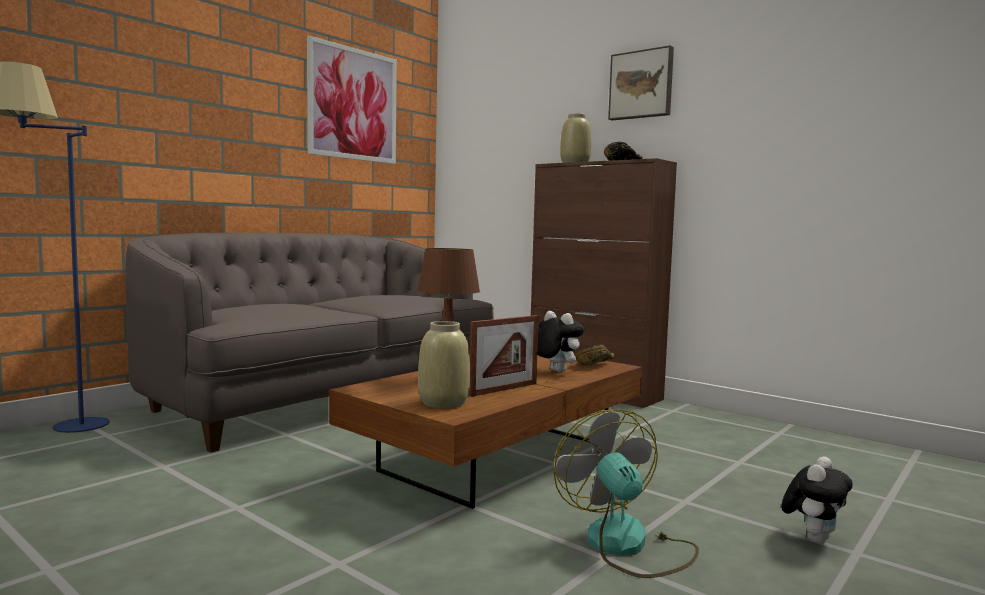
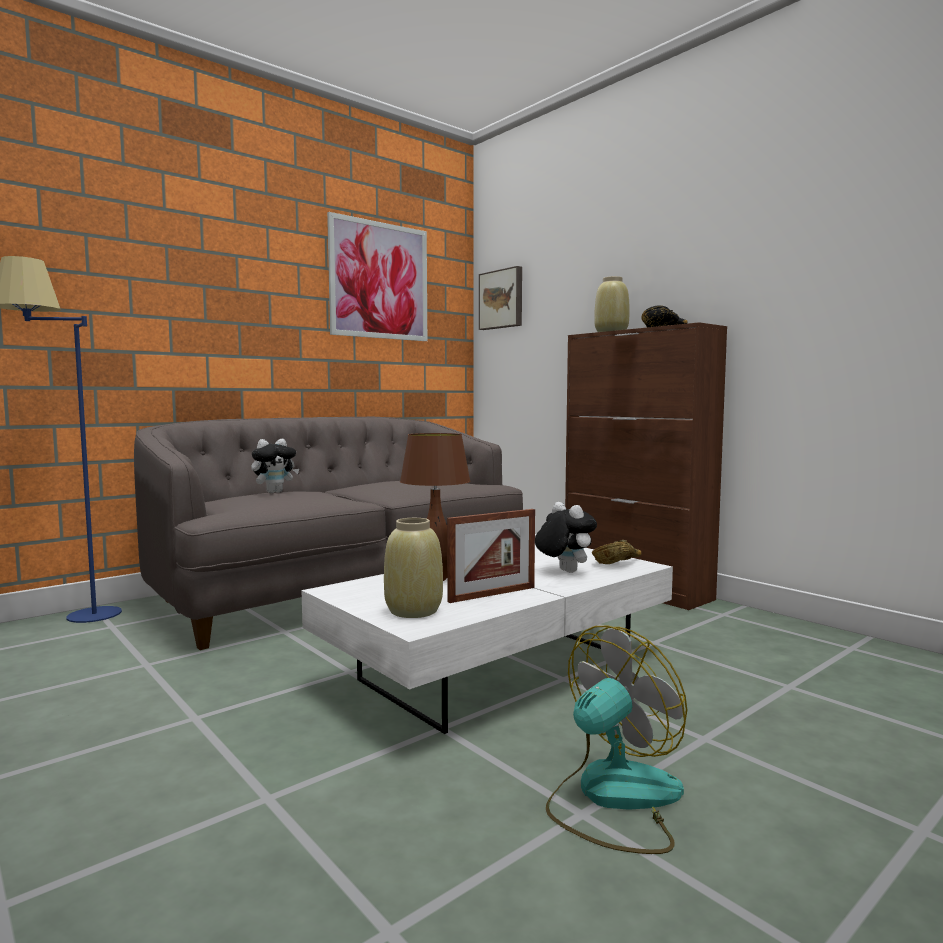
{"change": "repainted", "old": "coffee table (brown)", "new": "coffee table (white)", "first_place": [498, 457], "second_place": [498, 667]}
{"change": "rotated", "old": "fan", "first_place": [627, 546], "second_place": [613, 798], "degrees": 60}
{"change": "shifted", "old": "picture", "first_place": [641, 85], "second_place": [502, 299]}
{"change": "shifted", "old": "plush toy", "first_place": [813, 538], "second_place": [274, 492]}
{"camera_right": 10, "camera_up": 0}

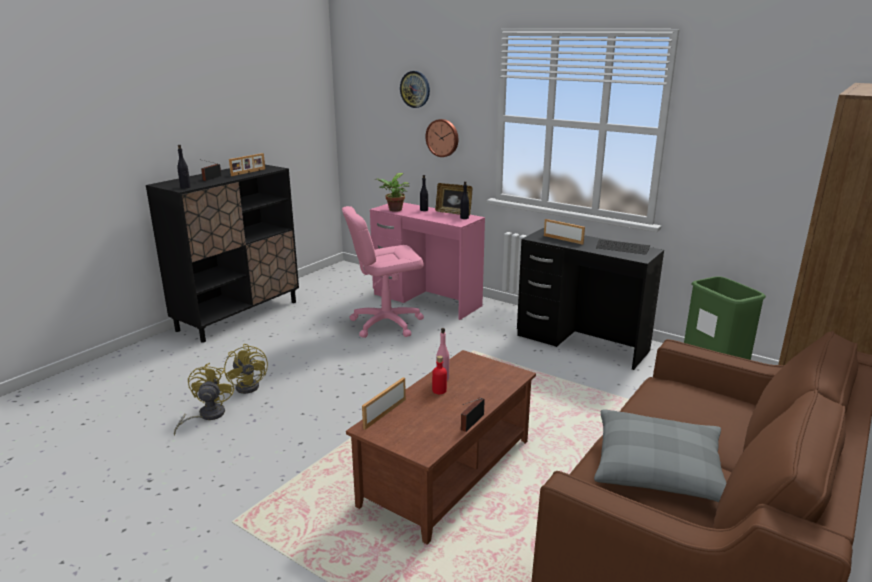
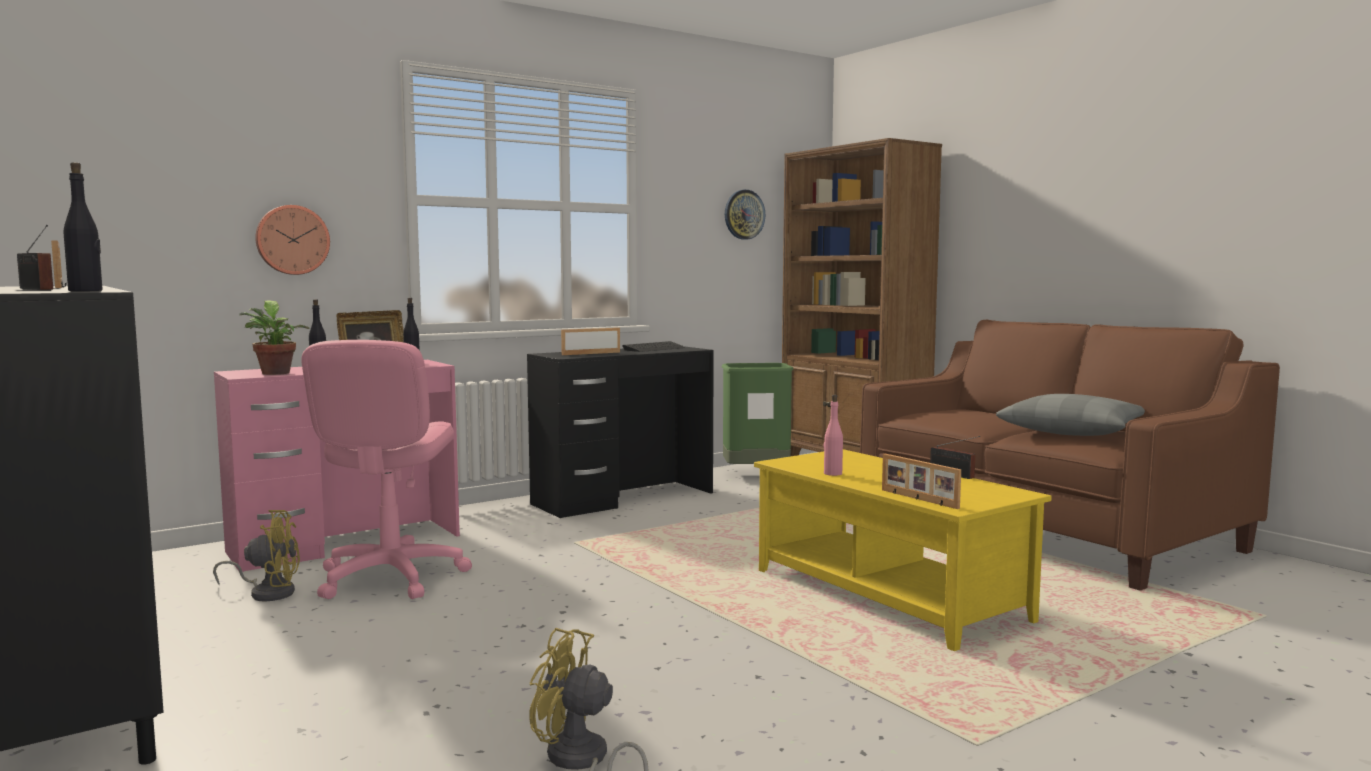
{"change": "shifted", "old": "fan (yellow)", "first_place": [250, 385], "second_place": [268, 592]}
{"change": "repainted", "old": "coffee table (brown)", "new": "coffee table (yellow)", "first_place": [448, 473], "second_place": [889, 595]}
{"change": "shifted", "old": "wall clock", "first_place": [415, 89], "second_place": [744, 214]}
{"change": "gone", "old": "bottle (red)", "first_place": [439, 390]}
{"camera_right": -70, "camera_up": -15}

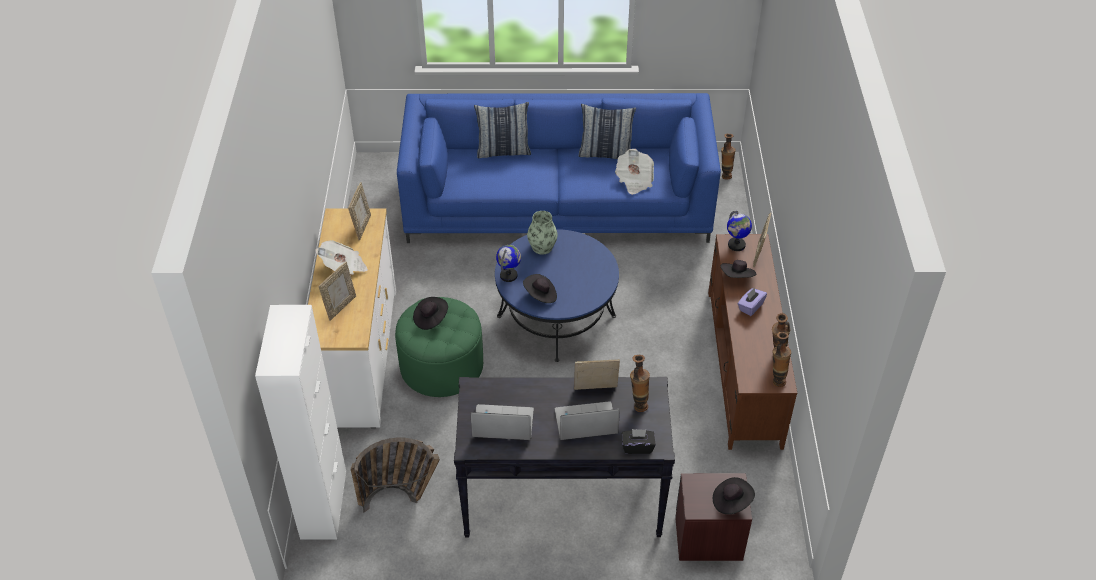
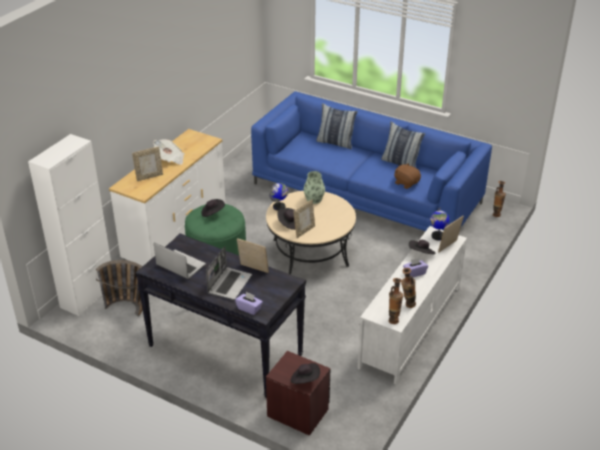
{"change": "shifted", "old": "picture frame", "first_place": [362, 227], "second_place": [304, 231]}
{"change": "repainted", "old": "coffee table (blue)", "new": "coffee table (beige)", "first_place": [556, 316], "second_place": [310, 252]}
{"change": "rotated", "old": "laptop", "first_place": [585, 423], "second_place": [229, 284], "degrees": 90}
{"change": "swapped", "old": "newspaper", "new": "plush toy (brown)", "first_place": [634, 180], "second_place": [406, 183]}
{"change": "repainted", "old": "tissue box (black)", "new": "tissue box (purple)", "first_place": [637, 447], "second_place": [249, 308]}
{"change": "gone", "old": "vase", "first_place": [638, 404]}
{"change": "repainted", "old": "tv stand (brown)", "new": "tv stand (white)", "first_place": [743, 367], "second_place": [410, 326]}
{"camera_right": 30, "camera_up": -10}

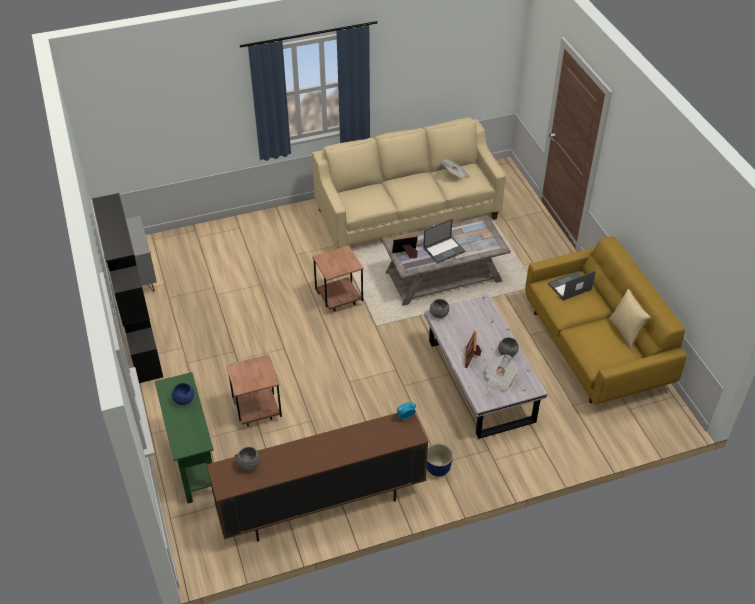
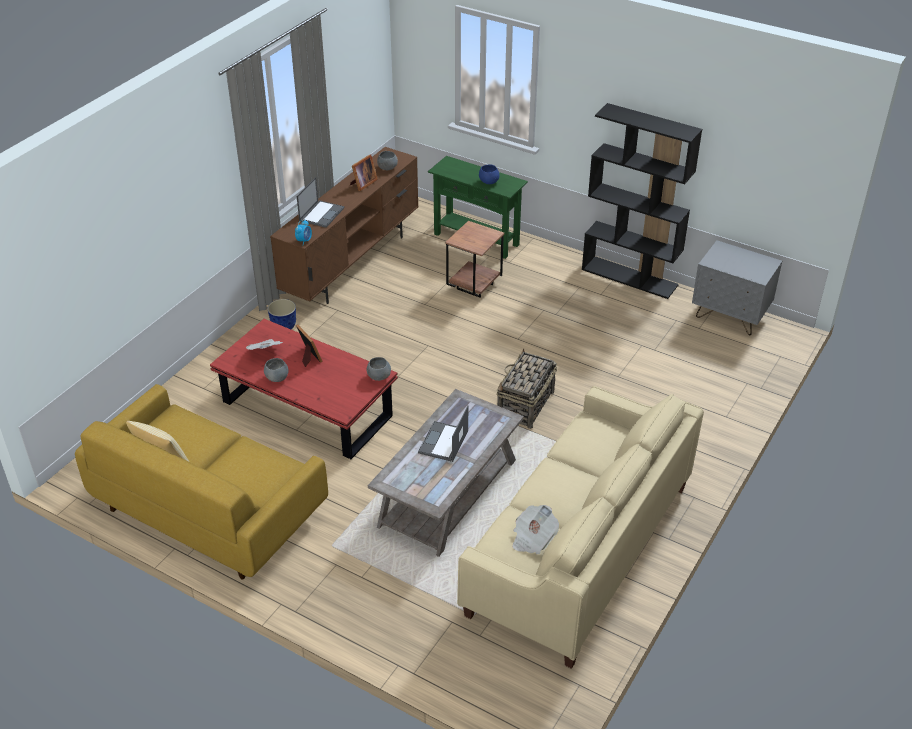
{"change": "swapped", "old": "side table (brown)", "new": "basket", "first_place": [339, 300], "second_place": [525, 405]}
{"change": "shifted", "old": "picture frame", "first_place": [406, 254], "second_place": [362, 184]}
{"change": "repainted", "old": "coffee table (white)", "new": "coffee table (red)", "first_place": [480, 381], "second_place": [307, 409]}
{"change": "shifted", "old": "laptop", "first_place": [569, 287], "second_place": [321, 214]}
{"camera_right": 140, "camera_up": -5}

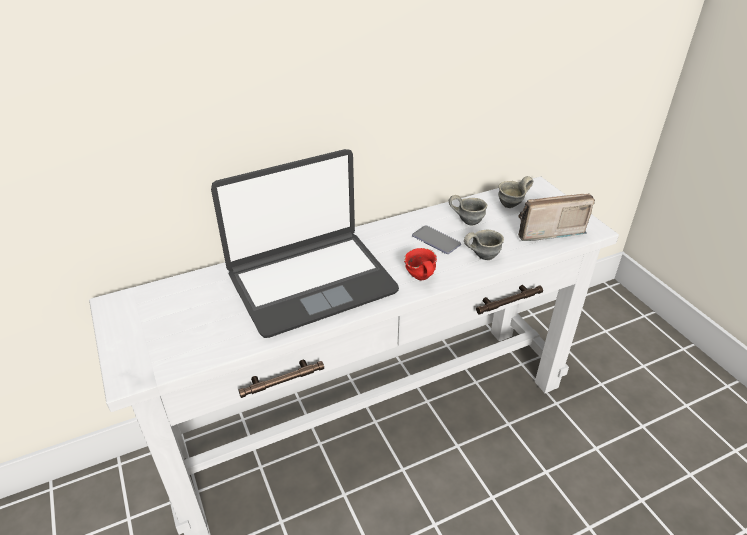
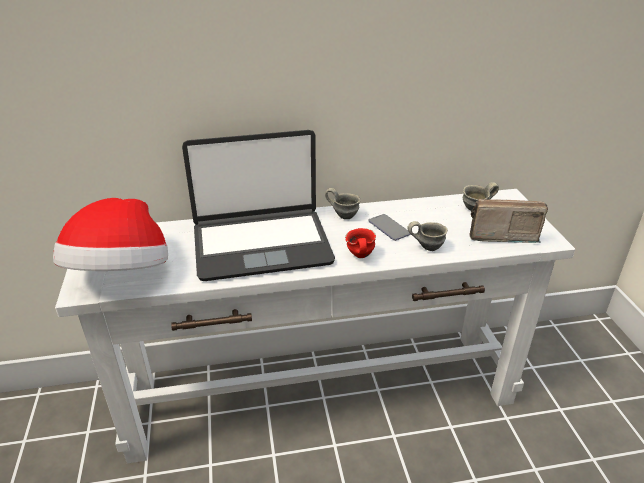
{"change": "shifted", "old": "mug (grey)", "first_place": [467, 221], "second_place": [343, 215]}
{"change": "new", "new": "hat", "second_place": [121, 275]}
{"camera_right": 15, "camera_up": -5}

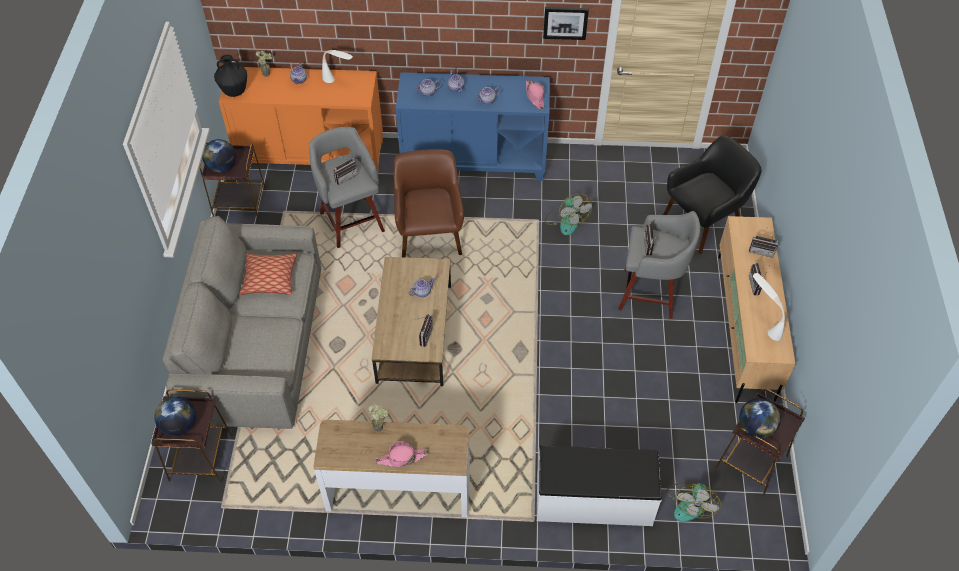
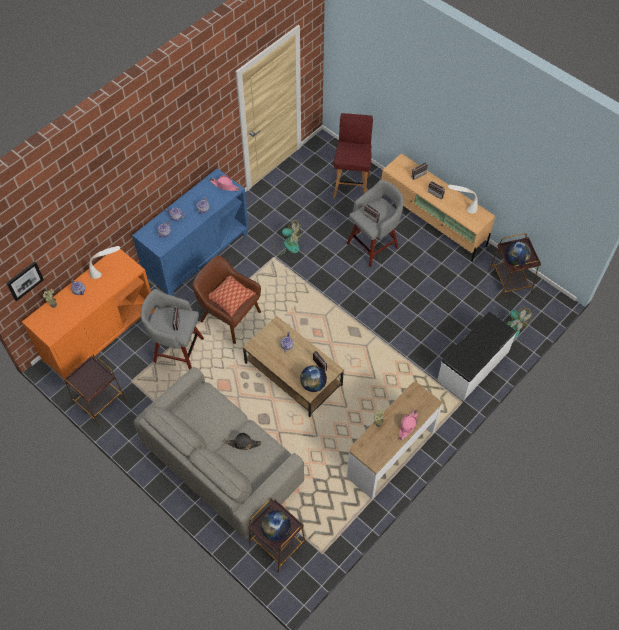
{"change": "shifted", "old": "globe", "first_place": [222, 167], "second_place": [313, 384]}
{"change": "gone", "old": "vase (black)", "first_place": [235, 92]}
{"change": "shifted", "old": "pillow", "first_place": [269, 279], "second_place": [231, 298]}
{"change": "shifted", "old": "picture", "first_place": [565, 22], "second_place": [24, 280]}
{"change": "swapped", "old": "armchair (black)", "new": "stool (red)", "first_place": [703, 222], "second_place": [351, 185]}
{"change": "new", "new": "hat (black)", "second_place": [243, 444]}
{"camera_right": -50, "camera_up": 5}

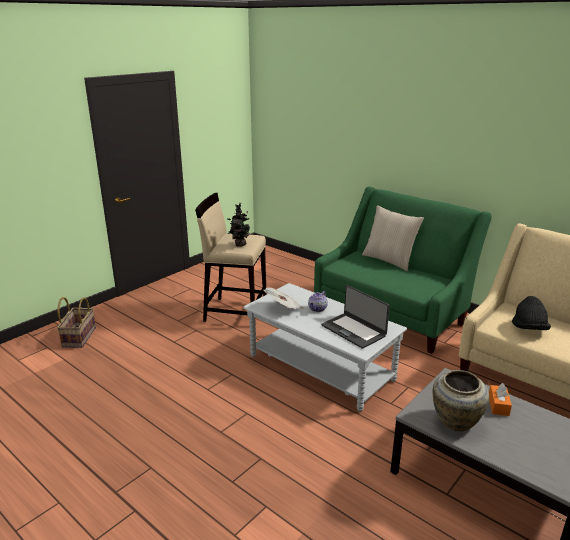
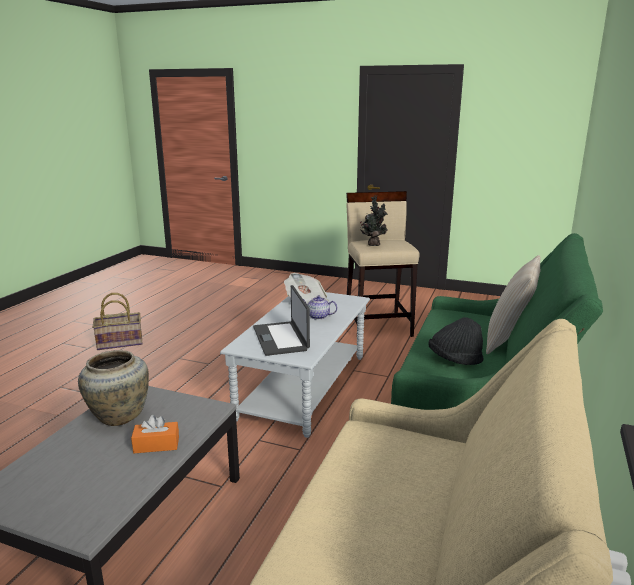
{"change": "shifted", "old": "basket", "first_place": [78, 337], "second_place": [120, 342]}
{"change": "rotated", "old": "laptop", "first_place": [354, 330], "second_place": [281, 338], "degrees": -45}
{"change": "shifted", "old": "hat (black)", "first_place": [528, 329], "second_place": [454, 360]}
{"camera_right": 70, "camera_up": -5}

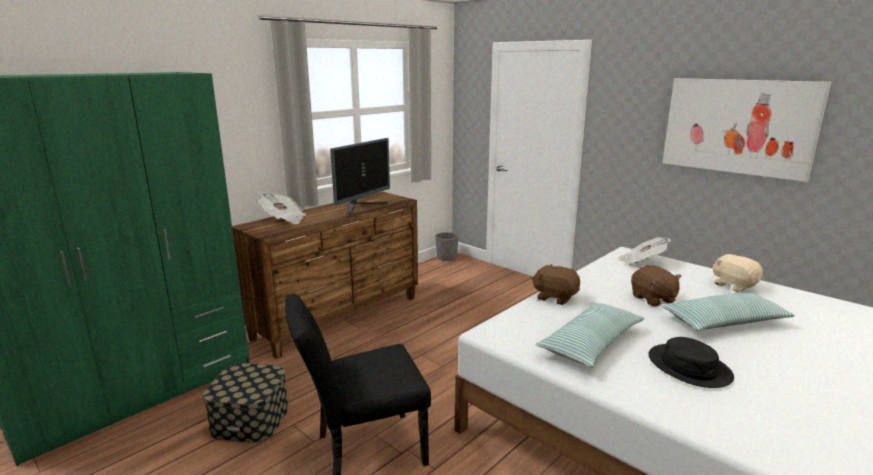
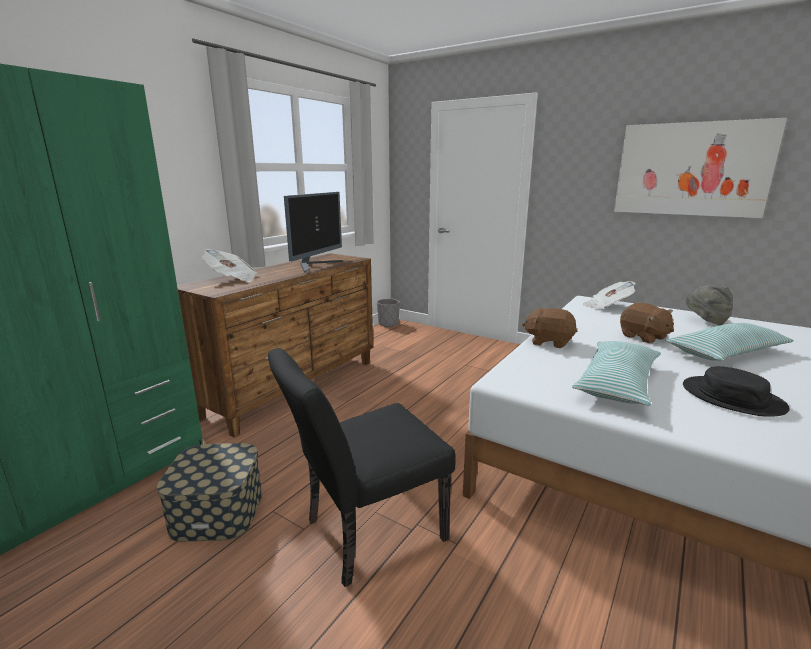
{"change": "swapped", "old": "plush toy (beige)", "new": "hat (grey)", "first_place": [734, 285], "second_place": [705, 321]}
{"camera_right": -10, "camera_up": 0}

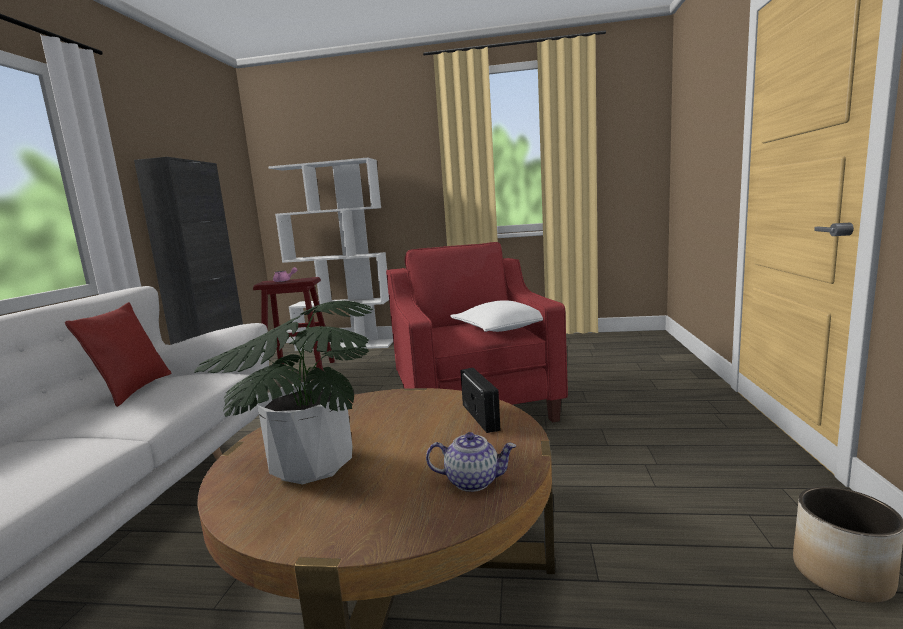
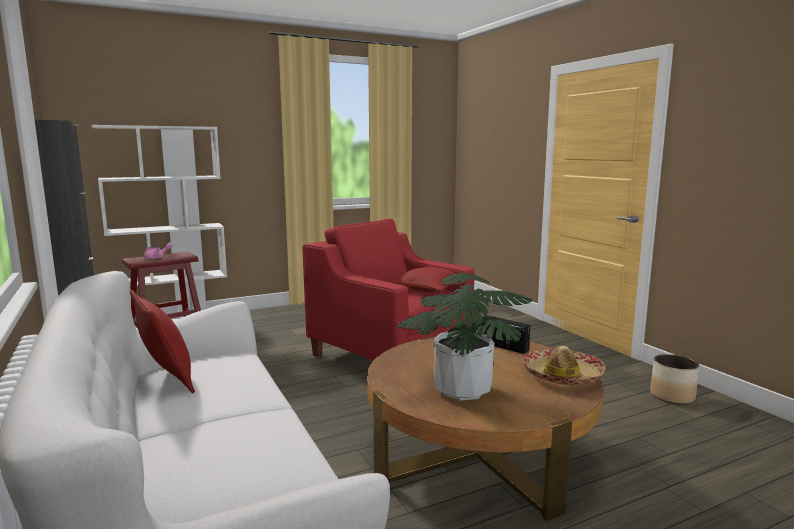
{"change": "swapped", "old": "teapot", "new": "hat", "first_place": [473, 481], "second_place": [562, 375]}
{"change": "repainted", "old": "pillow (white)", "new": "pillow (red)", "first_place": [502, 328], "second_place": [428, 289]}
{"camera_right": -35, "camera_up": 0}

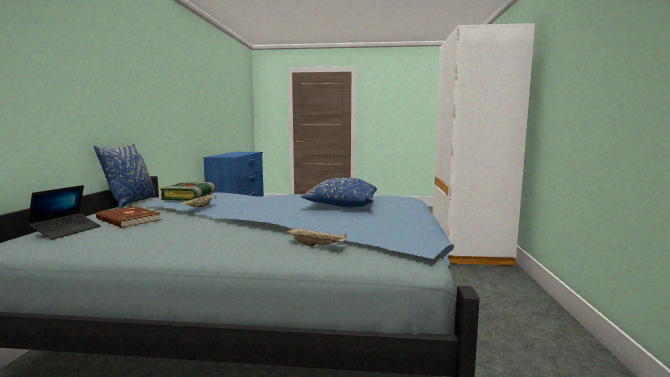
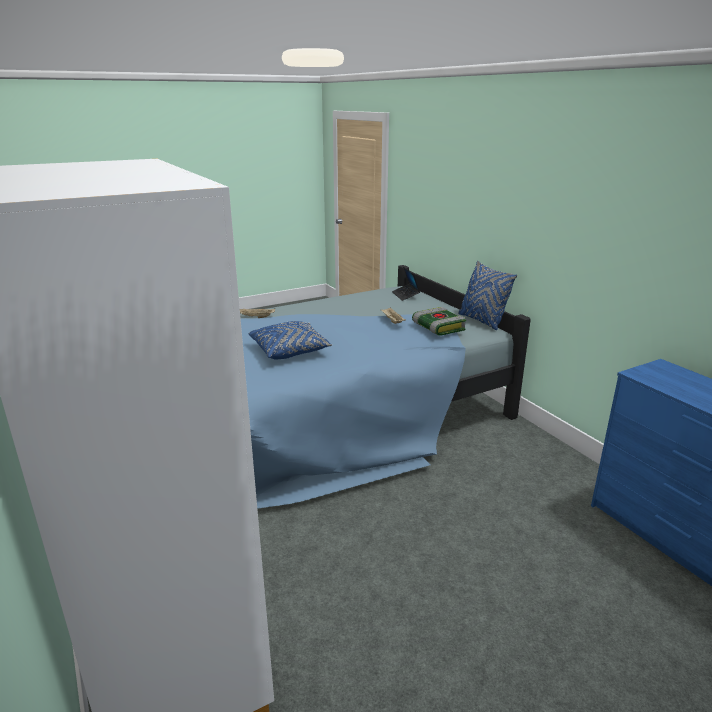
{"change": "gone", "old": "book (brown)", "first_place": [127, 220]}
{"camera_right": 145, "camera_up": 15}

